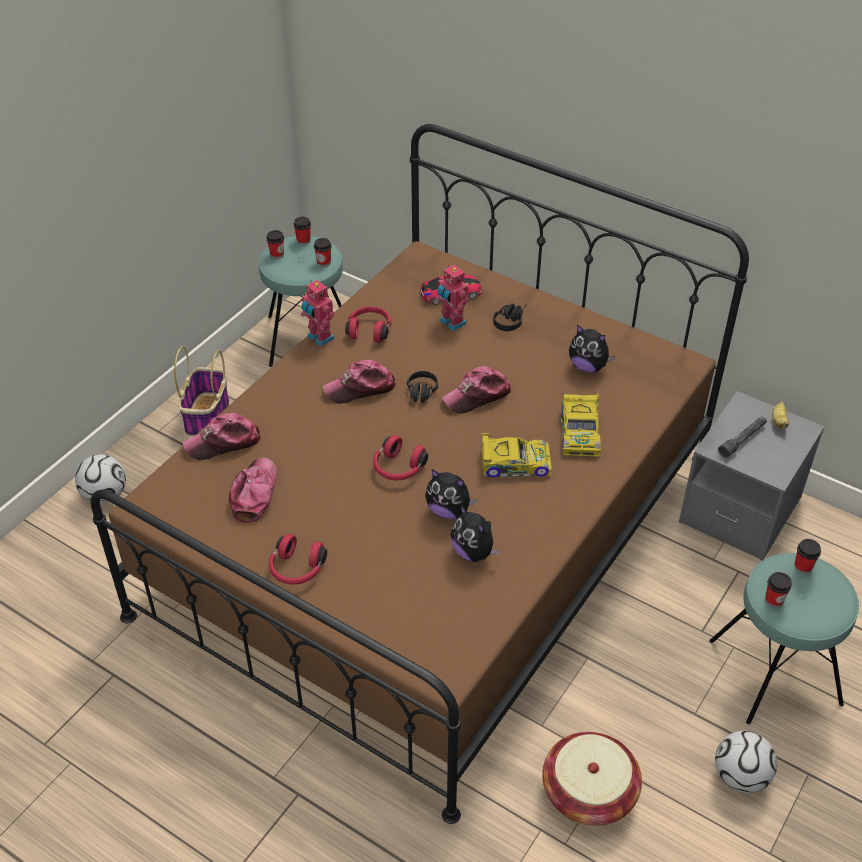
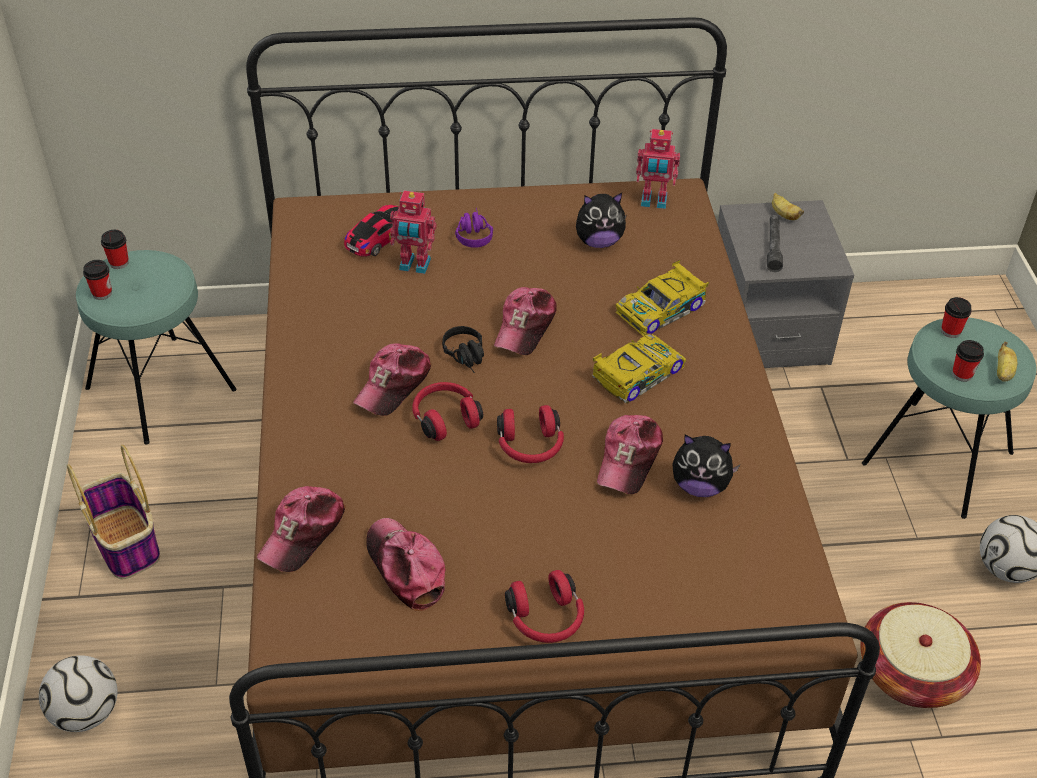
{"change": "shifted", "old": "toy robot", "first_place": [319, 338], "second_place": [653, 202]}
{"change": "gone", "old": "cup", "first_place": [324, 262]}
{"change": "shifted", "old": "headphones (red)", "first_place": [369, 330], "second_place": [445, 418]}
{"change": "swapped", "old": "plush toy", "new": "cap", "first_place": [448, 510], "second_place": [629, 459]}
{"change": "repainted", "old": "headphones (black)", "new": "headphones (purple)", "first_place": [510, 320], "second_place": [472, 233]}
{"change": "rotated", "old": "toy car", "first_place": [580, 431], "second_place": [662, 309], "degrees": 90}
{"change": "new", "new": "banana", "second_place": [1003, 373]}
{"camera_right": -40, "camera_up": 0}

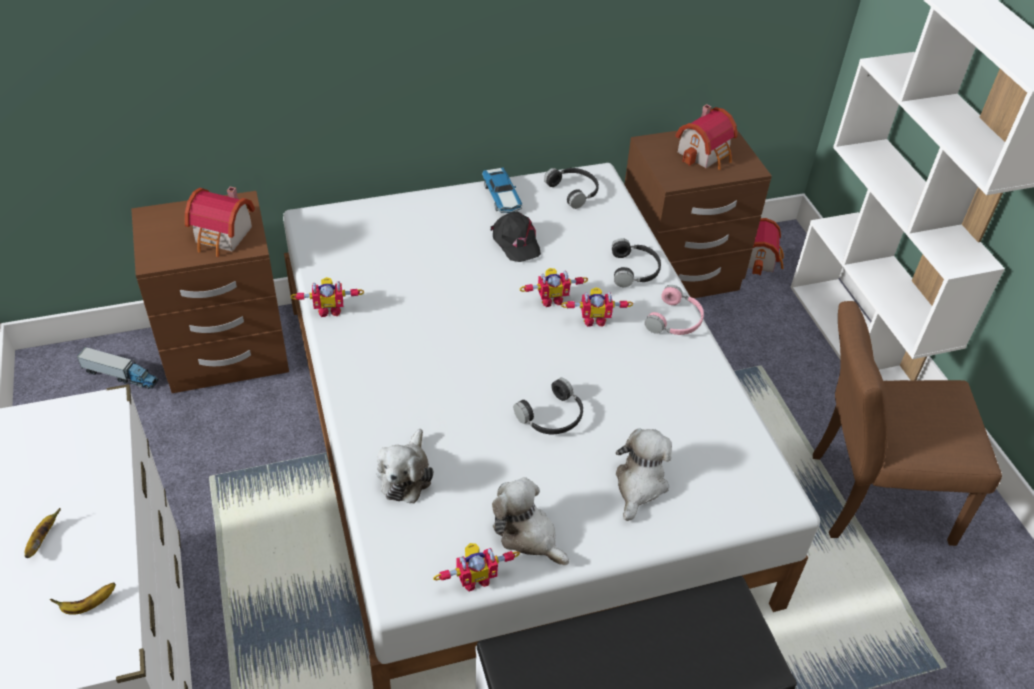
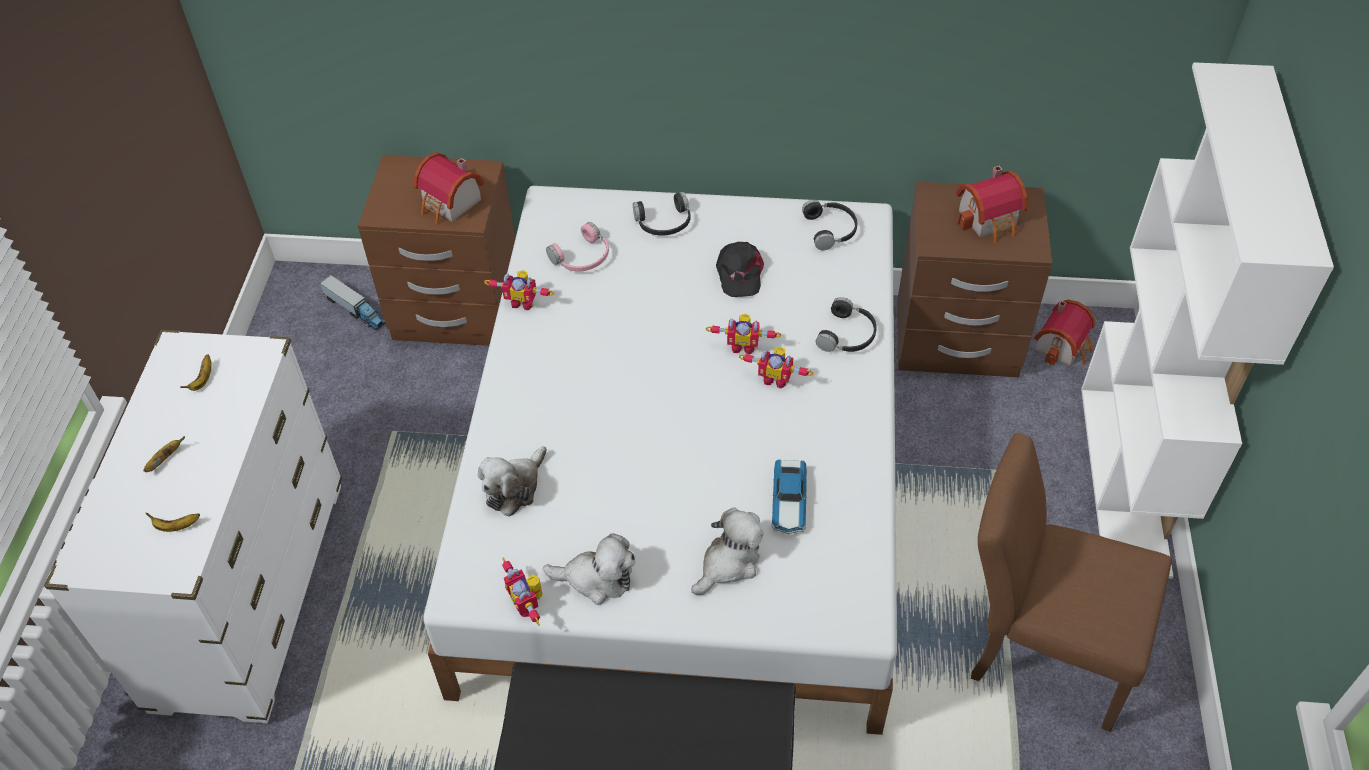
{"change": "rotated", "old": "toy robot", "first_place": [475, 578], "second_place": [528, 604], "degrees": 60}
{"change": "shifted", "old": "toy car", "first_place": [502, 197], "second_place": [789, 503]}
{"change": "rotated", "old": "plush toy", "first_place": [528, 535], "second_place": [596, 578], "degrees": 120}
{"change": "shifted", "old": "headphones (black)", "first_place": [552, 417], "second_place": [664, 223]}
{"change": "shifted", "old": "headphones (pink)", "first_place": [676, 321], "second_place": [583, 258]}
{"change": "new", "new": "banana", "second_place": [203, 380]}
{"camera_right": 25, "camera_up": 5}

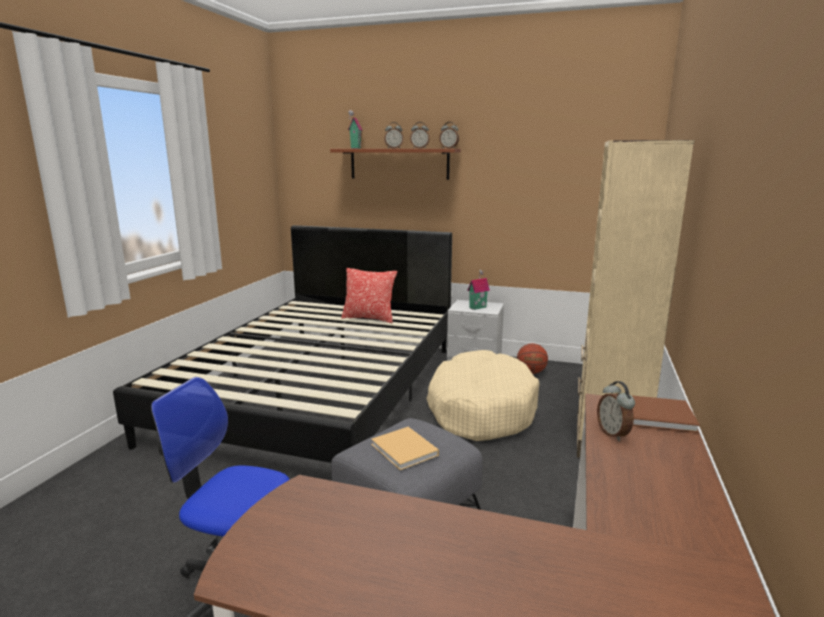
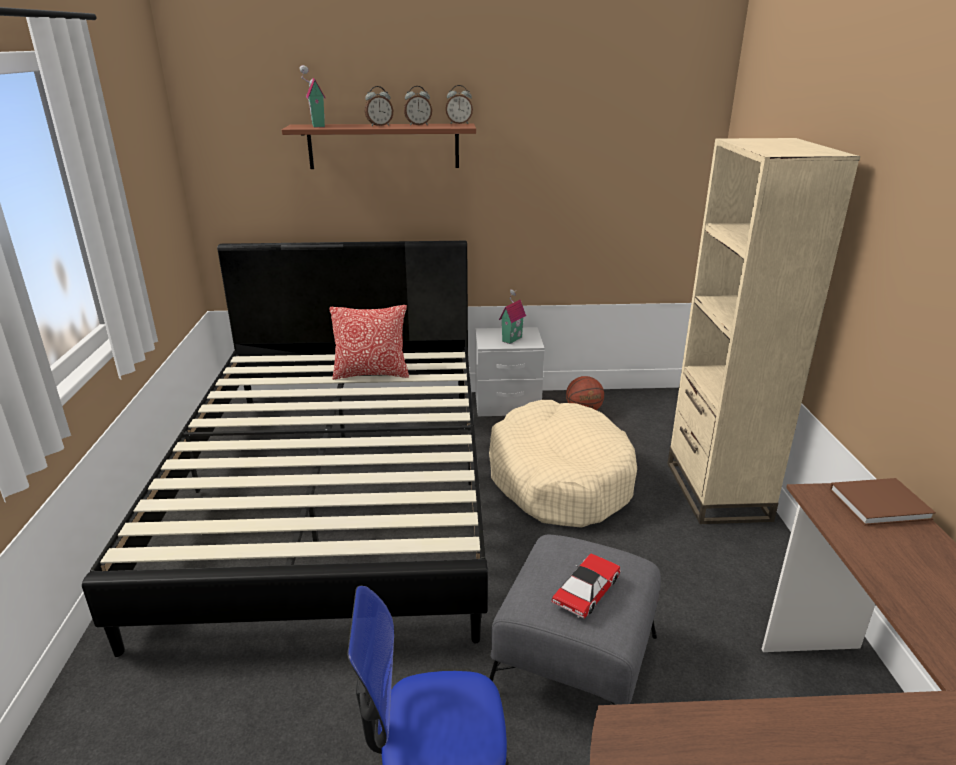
{"change": "swapped", "old": "book (beige)", "new": "toy car", "first_place": [405, 451], "second_place": [586, 591]}
{"change": "gone", "old": "alarm clock", "first_place": [613, 434]}
{"camera_right": -20, "camera_up": 10}

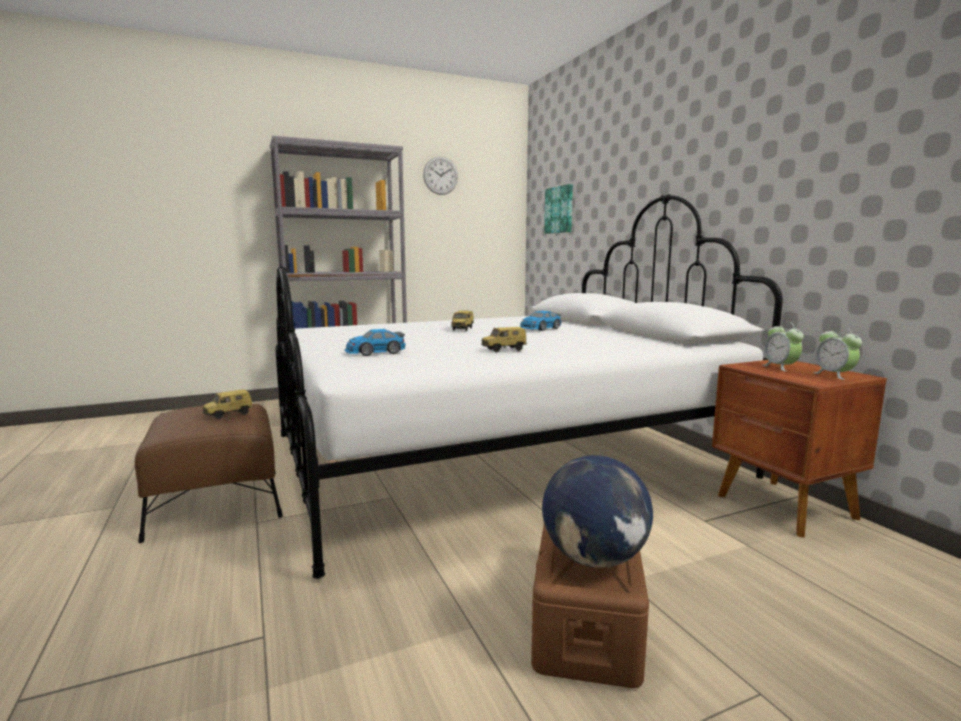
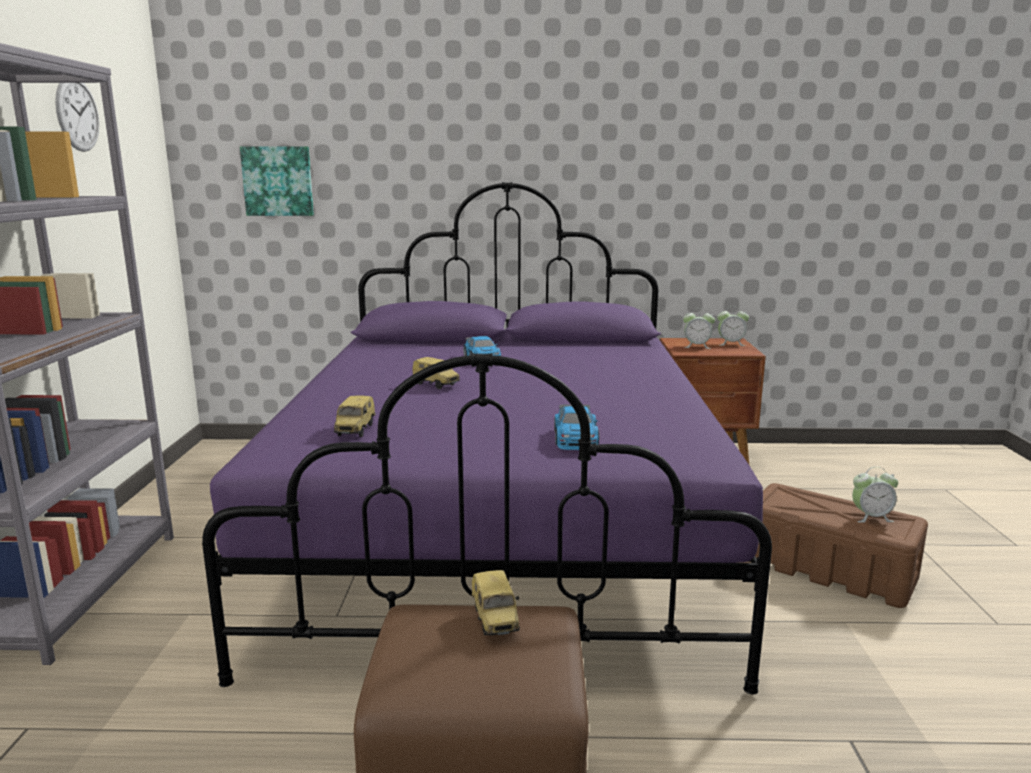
{"change": "repainted", "old": "bed (white)", "new": "bed (purple)", "first_place": [499, 456], "second_place": [502, 529]}
{"change": "shifted", "old": "toy car", "first_place": [504, 350], "second_place": [356, 431]}
{"change": "swapped", "old": "globe", "new": "alarm clock", "first_place": [594, 559], "second_place": [871, 517]}
{"camera_right": -65, "camera_up": 5}

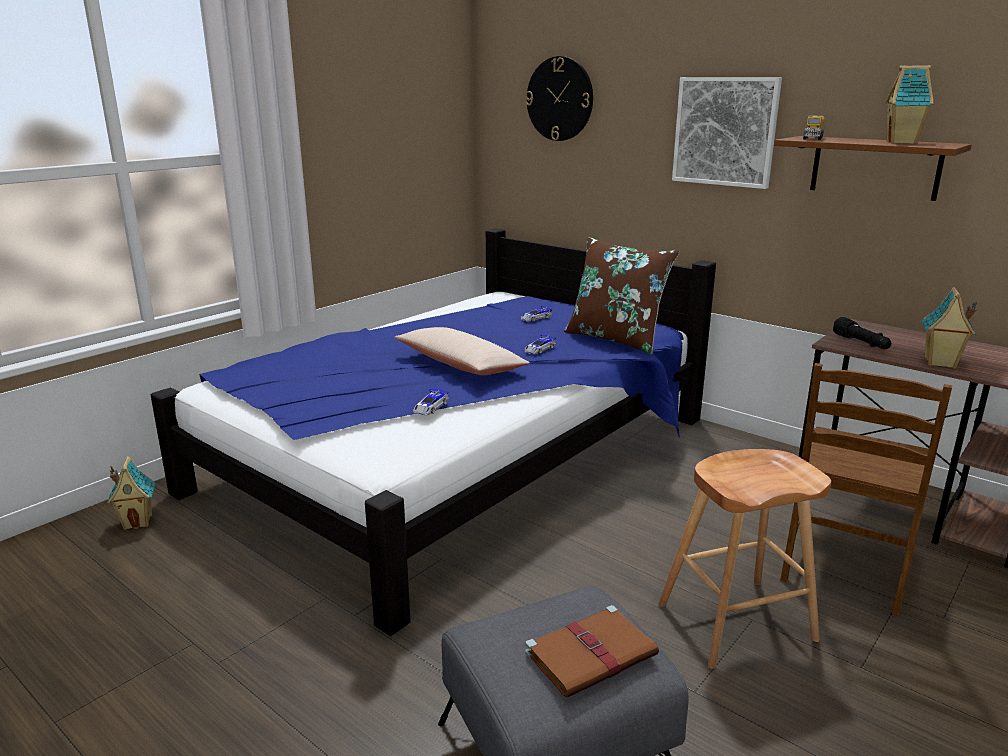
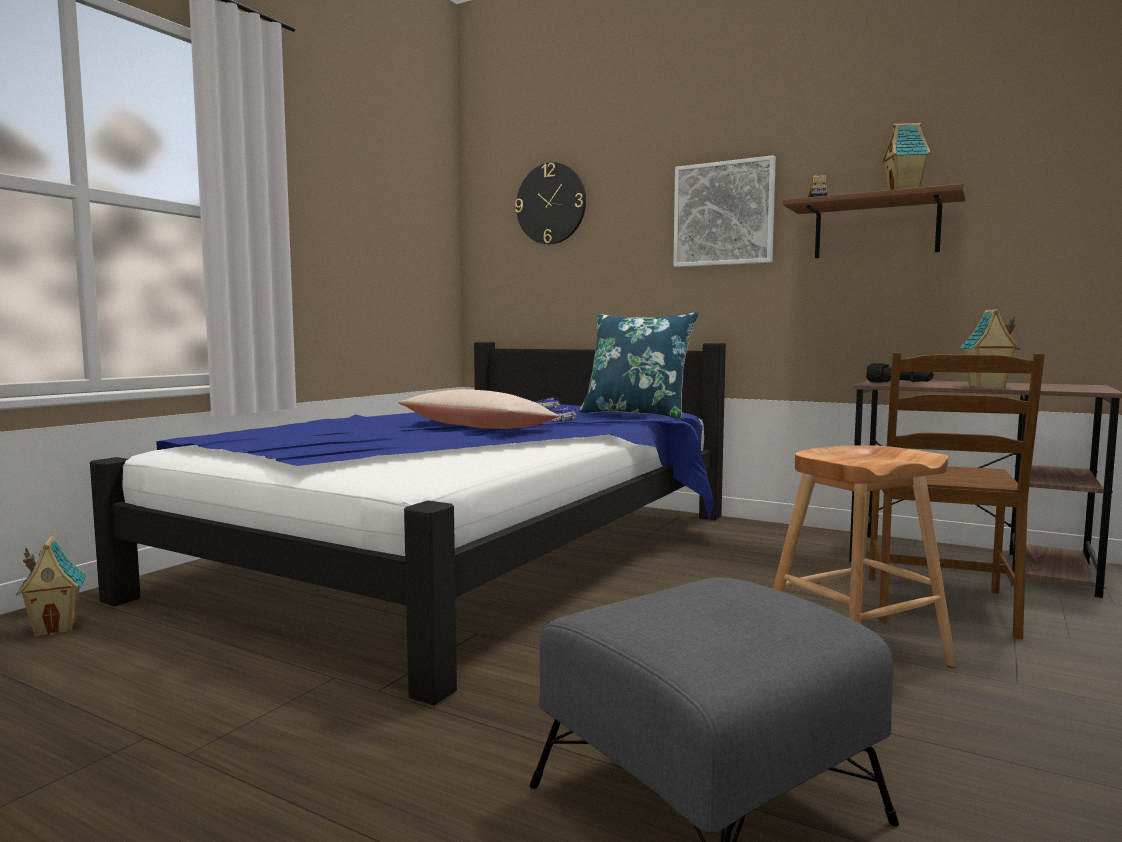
{"change": "gone", "old": "toy car", "first_place": [430, 407]}
{"change": "gone", "old": "book (brown)", "first_place": [592, 653]}
{"change": "repainted", "old": "pillow (brown)", "new": "pillow (blue)", "first_place": [616, 339], "second_place": [636, 414]}
{"camera_right": -10, "camera_up": -15}

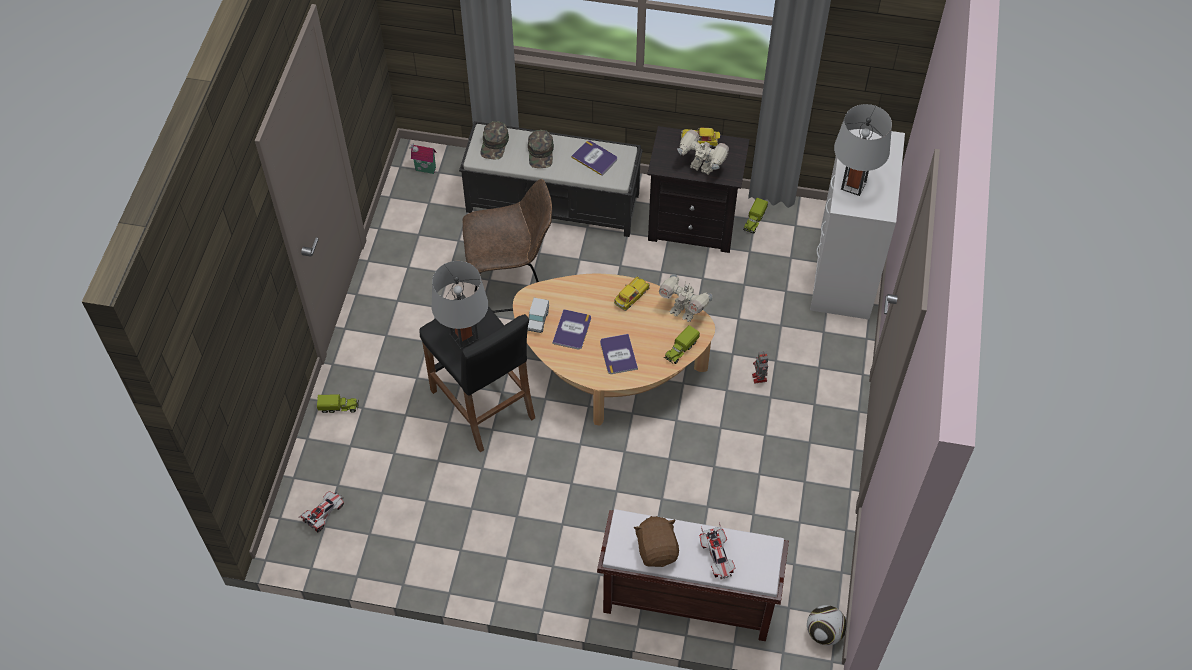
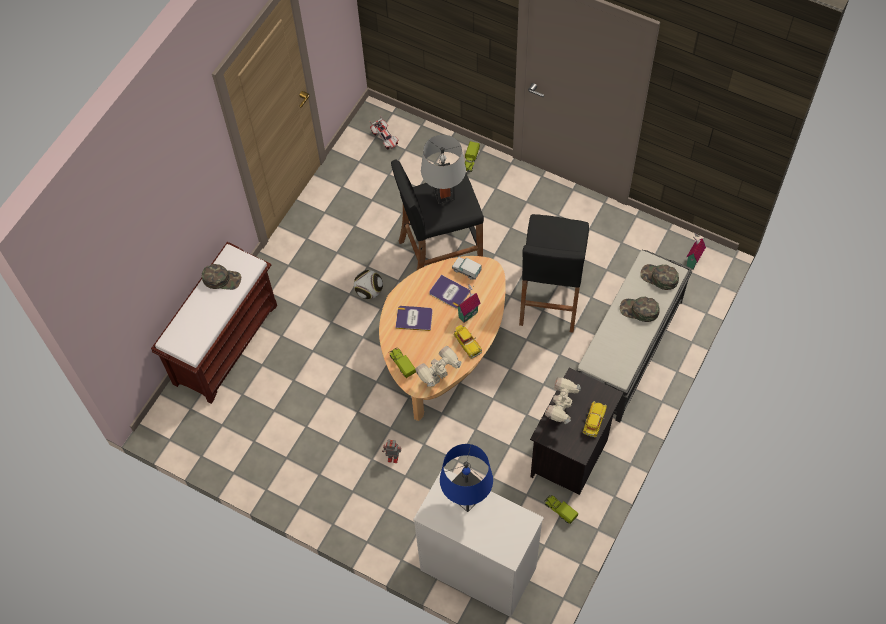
{"change": "swapped", "old": "chair (brown)", "new": "stool (black)", "first_place": [511, 283], "second_place": [550, 297]}
{"change": "gone", "old": "book", "first_place": [595, 158]}
{"change": "swapped", "old": "plush toy (brown)", "new": "cap (green)", "first_place": [657, 549], "second_place": [222, 279]}
{"change": "rotated", "old": "toy robot", "first_place": [701, 169], "second_place": [560, 412], "degrees": 150}
{"change": "gone", "old": "toy car", "first_place": [717, 556]}
{"change": "shifted", "old": "football", "first_place": [824, 633], "second_place": [369, 291]}
{"change": "repainted", "old": "table lamp (grey)", "new": "table lamp (blue)", "first_place": [853, 185], "second_place": [466, 499]}
{"change": "new", "new": "toy house", "second_place": [467, 314]}
{"camera_right": 110, "camera_up": 5}

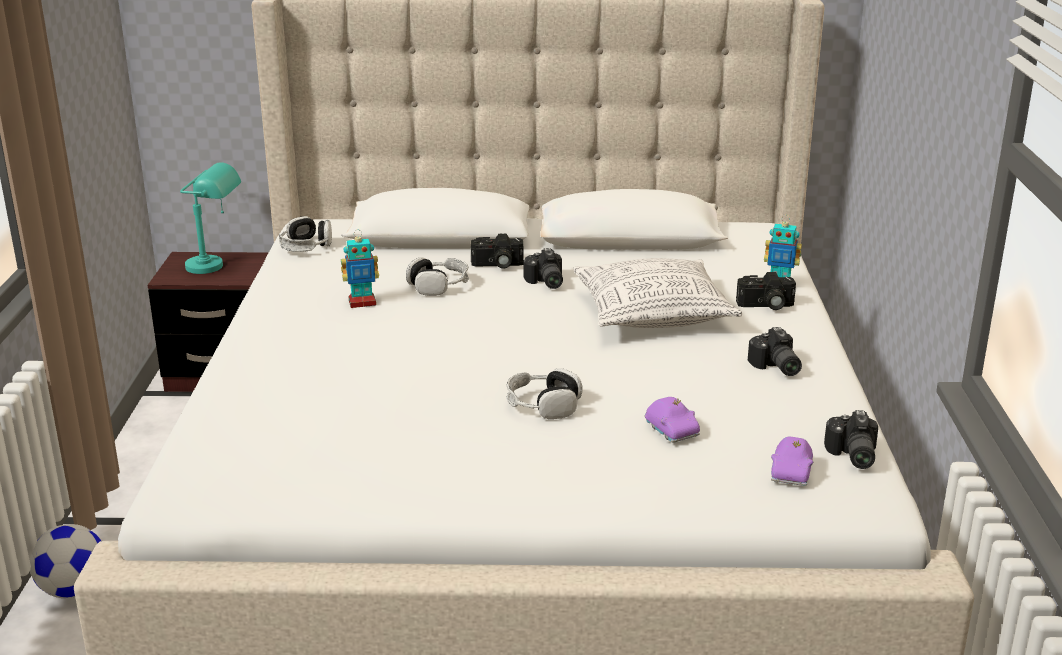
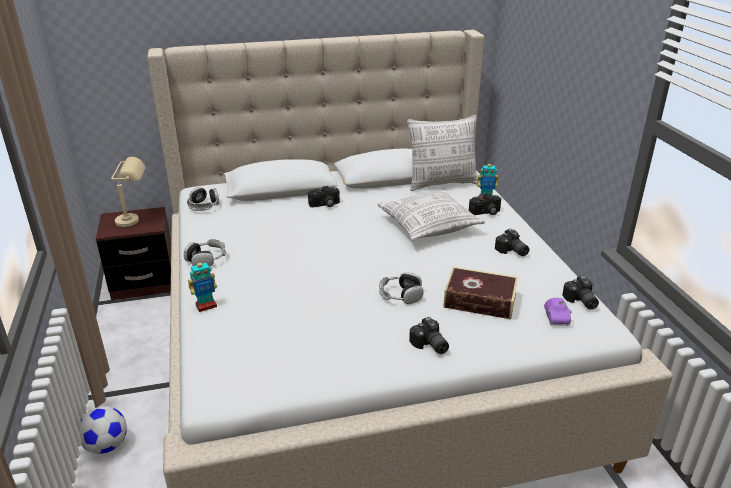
{"change": "repainted", "old": "table lamp (turquoise)", "new": "table lamp (beige)", "first_place": [217, 267], "second_place": [135, 220]}
{"change": "shifted", "old": "toy robot", "first_place": [362, 303], "second_place": [206, 306]}
{"change": "shifted", "old": "headphones", "first_place": [438, 286], "second_place": [206, 259]}
{"change": "shifted", "old": "photo camera", "first_place": [545, 282], "second_place": [429, 346]}
{"change": "swapped", "old": "toy car (purple)", "new": "book", "first_place": [672, 430], "second_place": [480, 301]}
{"change": "new", "new": "pillow", "second_place": [442, 183]}
{"camera_right": -15, "camera_up": 5}

